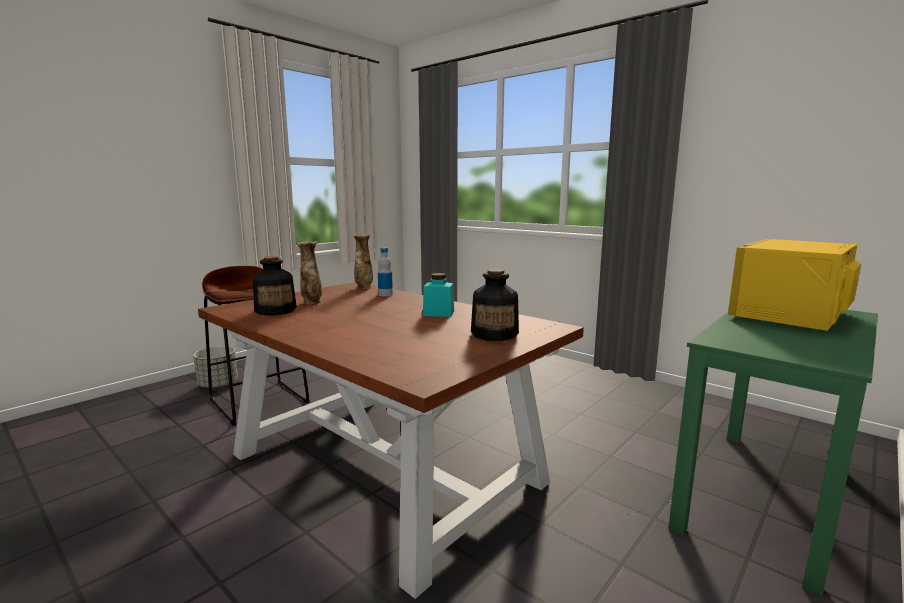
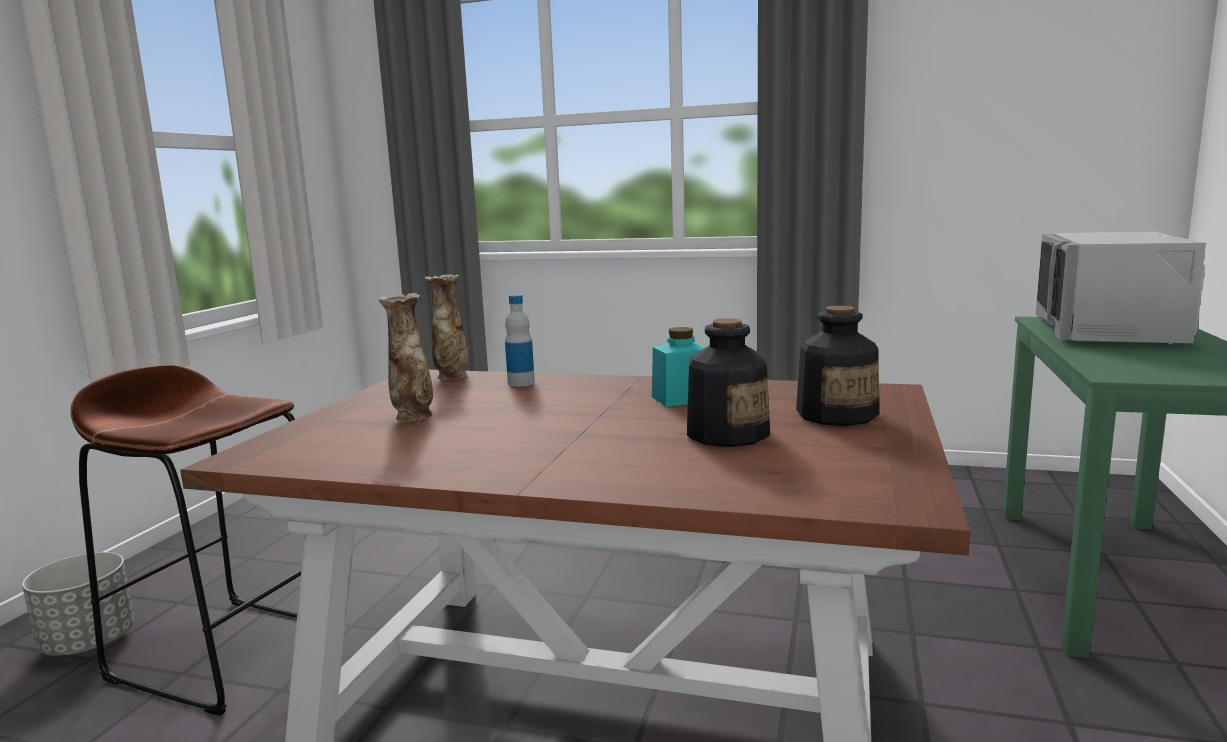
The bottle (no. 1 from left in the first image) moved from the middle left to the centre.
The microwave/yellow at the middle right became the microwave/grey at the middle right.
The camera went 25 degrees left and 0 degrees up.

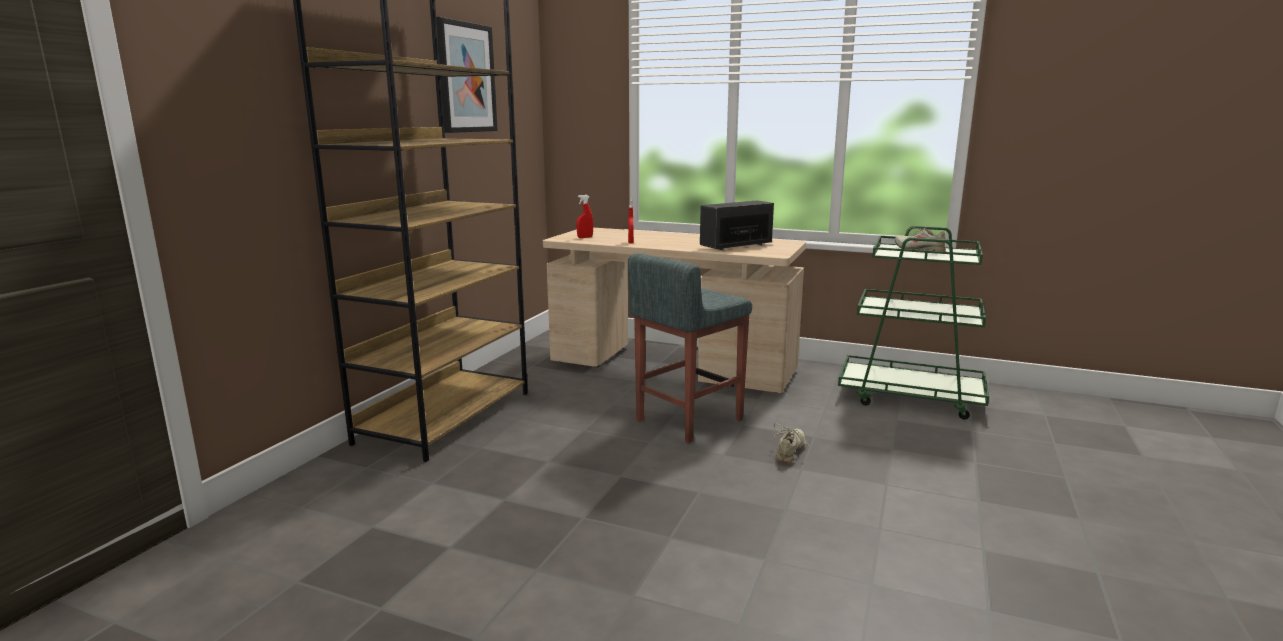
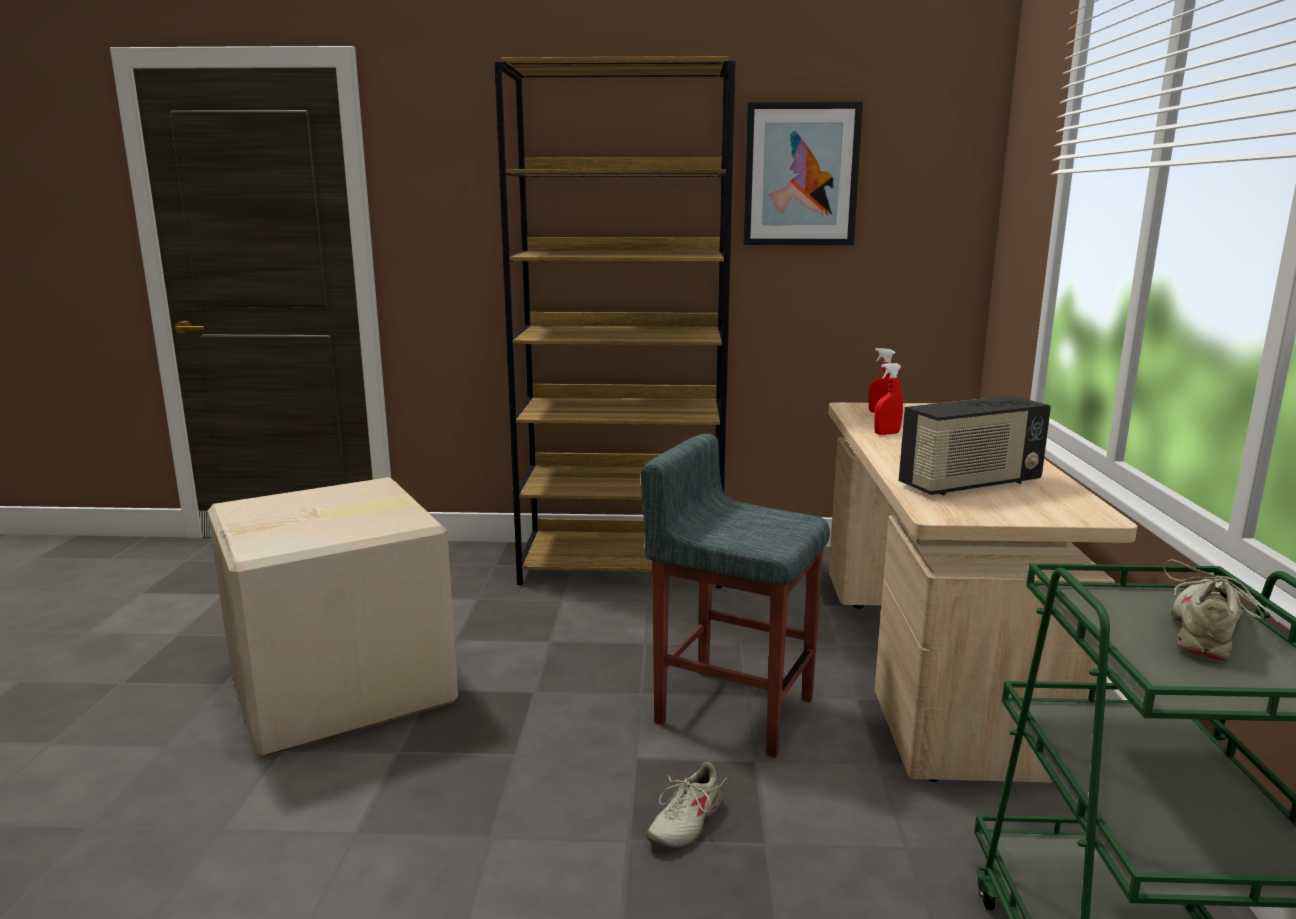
The radio at the centre turned 120 degrees clockwise.
The shoe/beige (no. 1 from left) at the bottom centre turned 120 degrees clockwise.
The cardboard box at the bottom left appeared.
The camera went 70 degrees right and 0 degrees up.

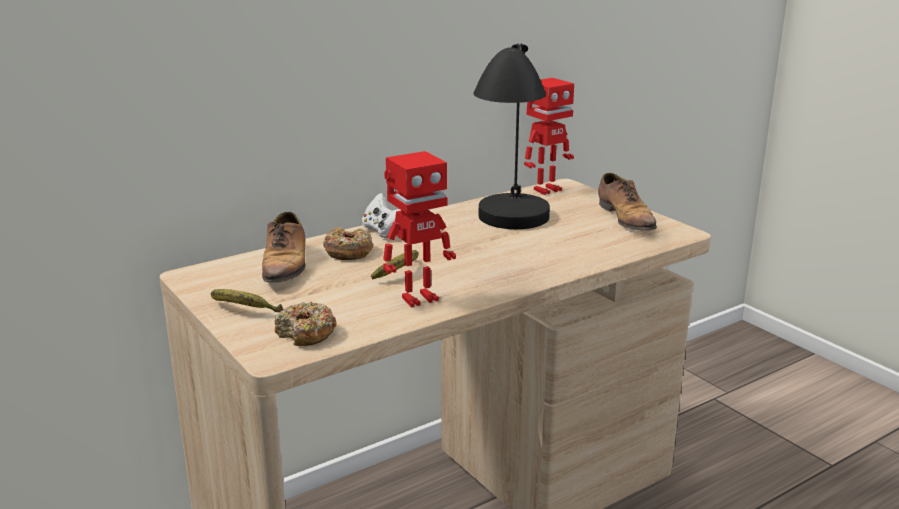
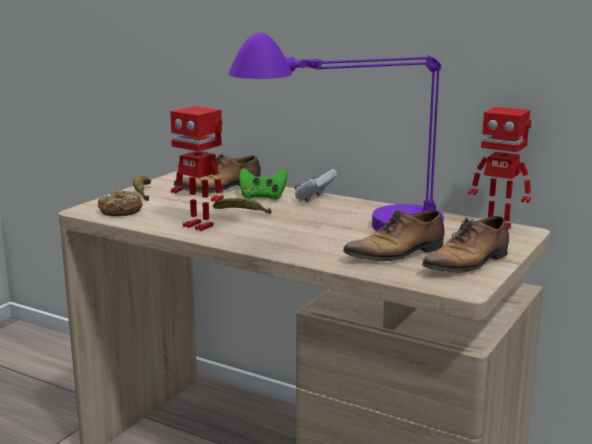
The donut (no. 2 from left) at the centre was replaced by the game controller/green at the centre.
The table lamp/black at the top centre became the table lamp/purple at the top centre.
The shoe (no. 2 from left) at the centre appeared.
The camera went 65 degrees right and 5 degrees down.

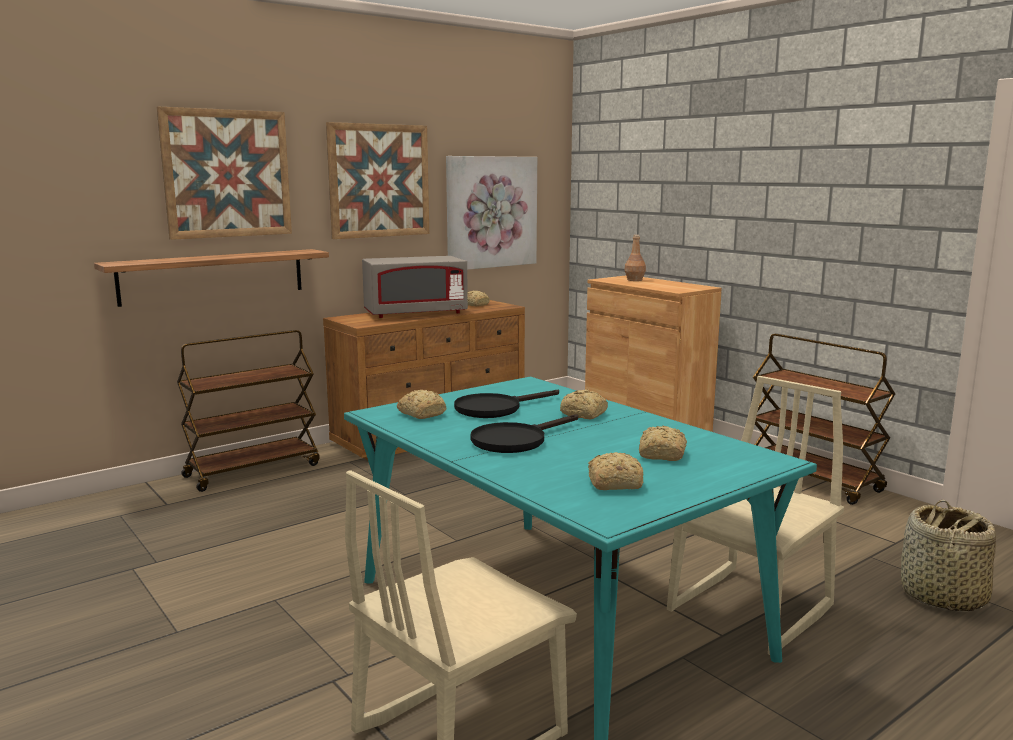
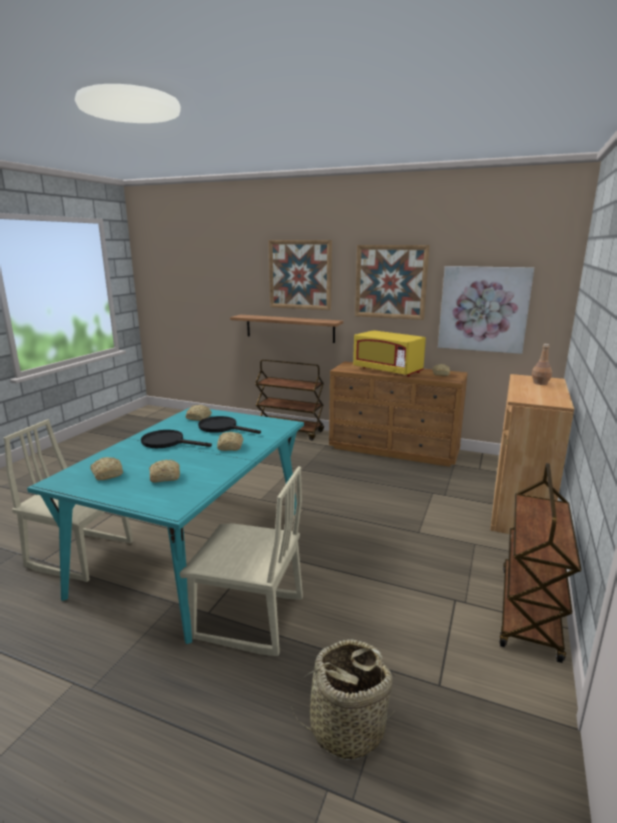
The microwave/grey at the centre became the microwave/yellow at the centre.
The camera went 60 degrees right and 5 degrees up.

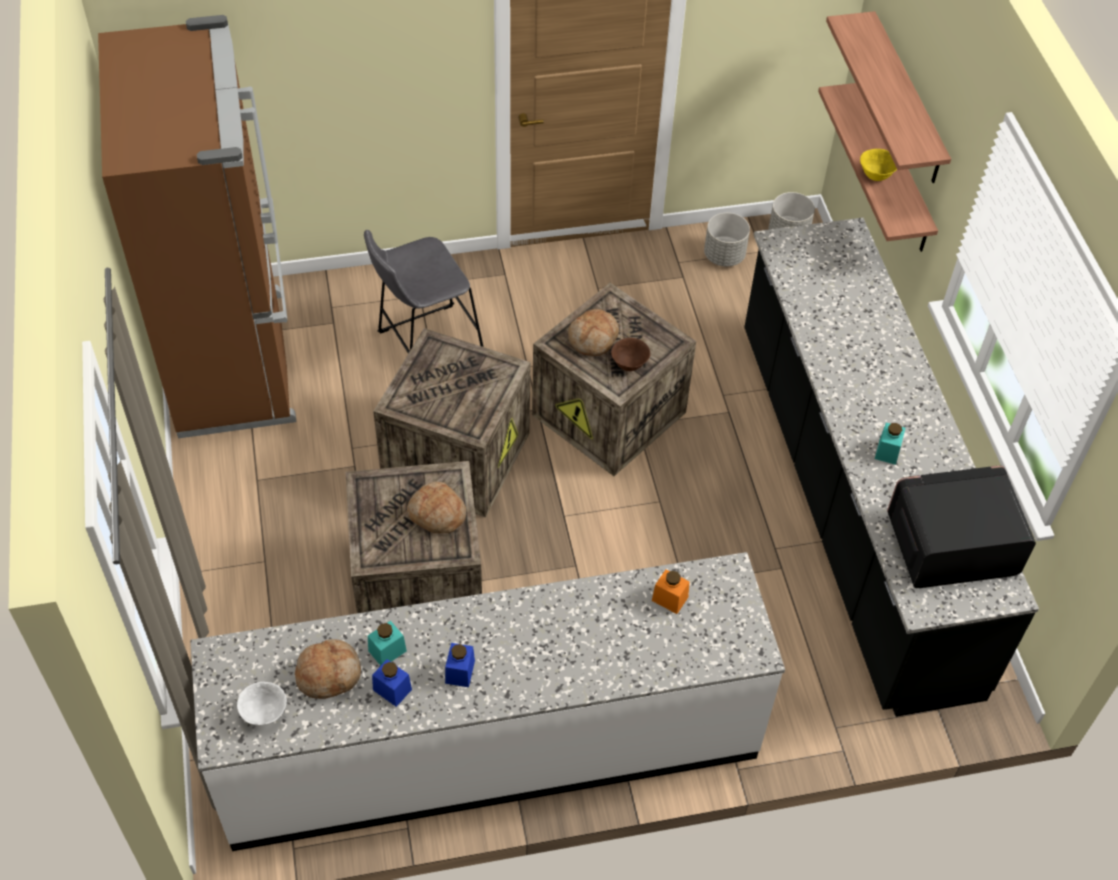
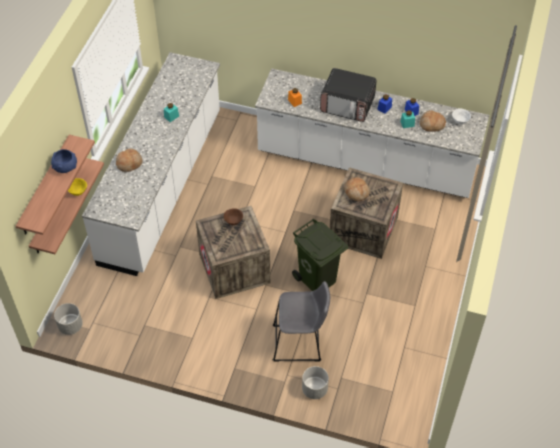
The fridge/brown at the top left disappeared.
The crate (no. 2 from left) at the centre was replaced by the trash can/green at the centre.
The bread (no. 3 from left in the first image) moved from the centre to the middle left.
The planter/grey (no. 1 from left in the first image) moved from the top centre to the bottom centre.
The counter/black at the middle right became the counter/white (no. 1 from left) at the middle left.
The microwave moved from the middle right to the top centre.
The bowl/blue at the middle left appeared.
The camera went 150 degrees left and 0 degrees up.

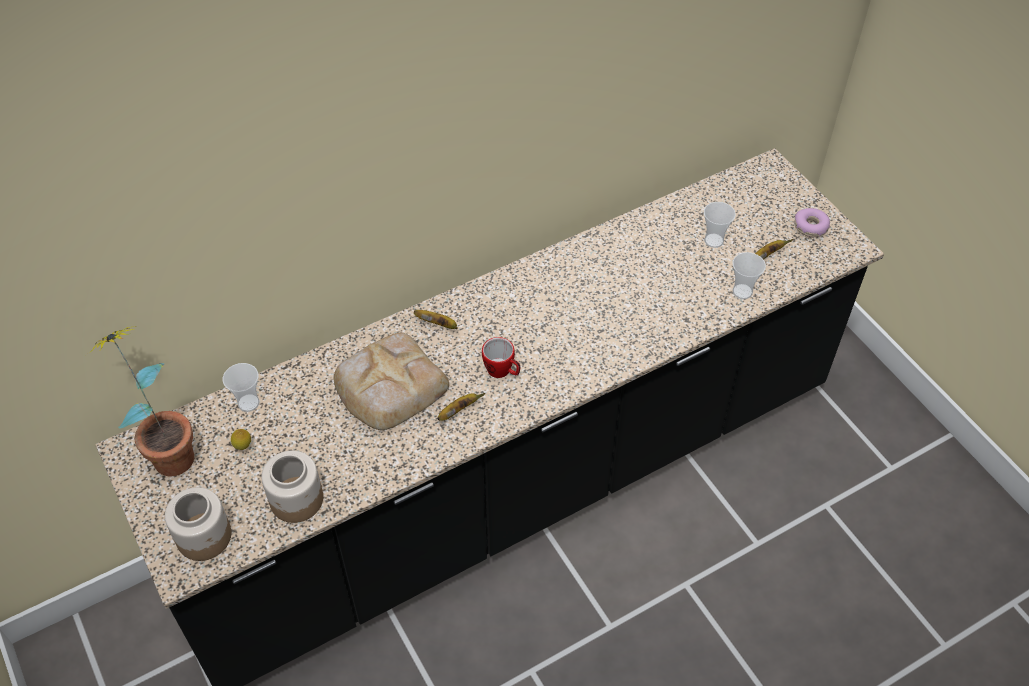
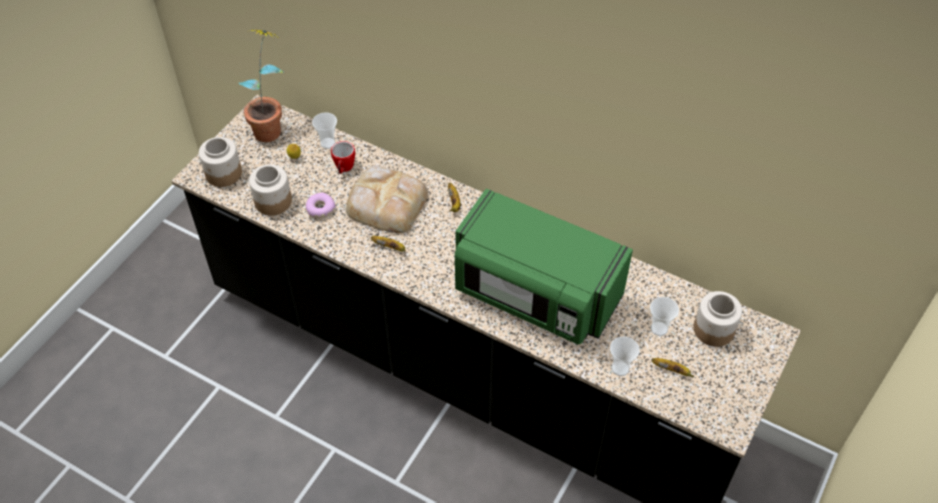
The mug moved from the centre to the top centre.
The donut moved from the top right to the centre.
The microwave/green at the centre appeared.
The jar (no. 3 from left) at the middle right appeared.
The camera went 60 degrees right and 0 degrees up.

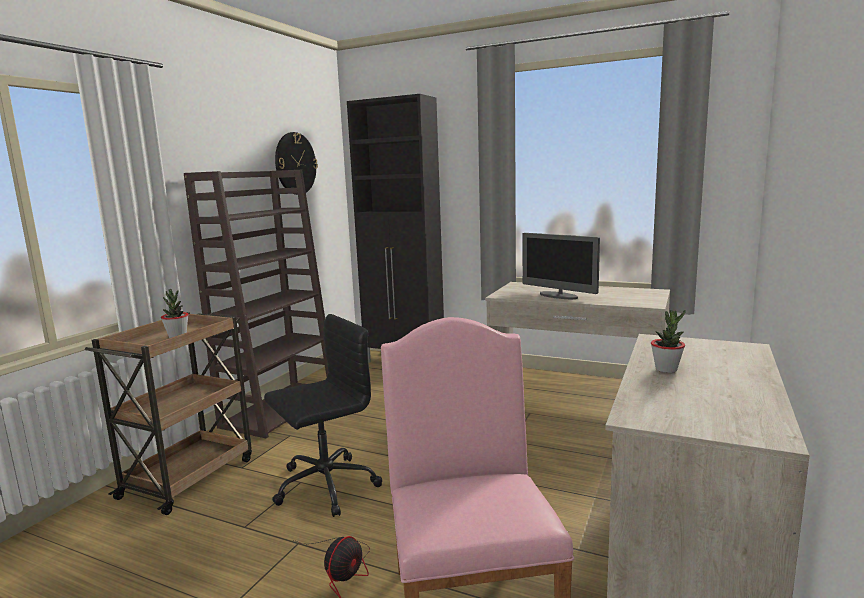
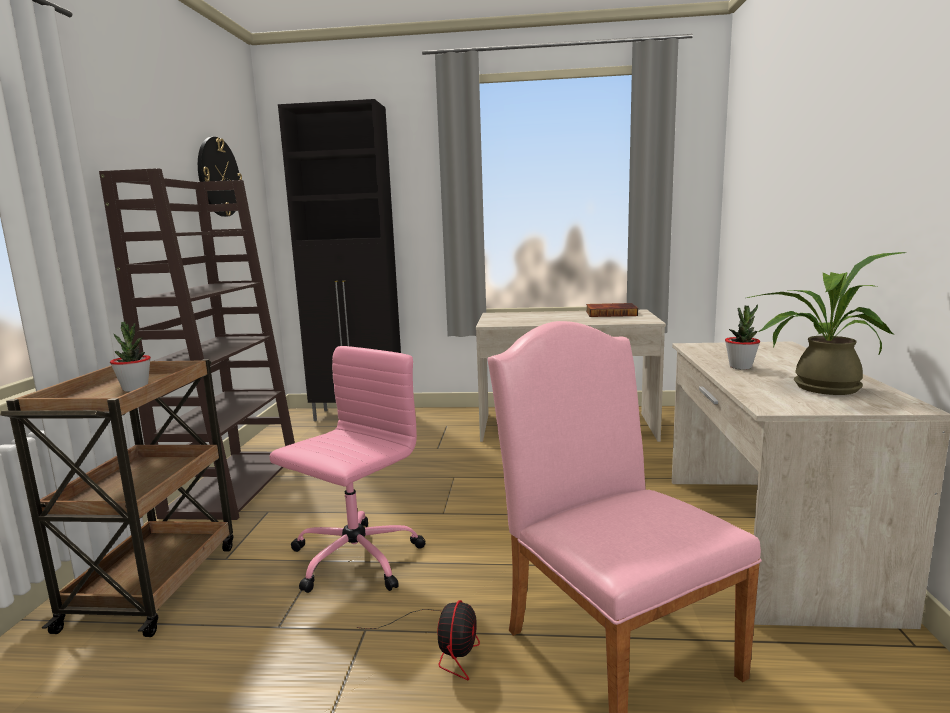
The office chair/black at the bottom centre became the office chair/pink at the centre.
The monitor at the centre disappeared.
The book at the centre appeared.
The potted plant (no. 3 from left) at the middle right appeared.
The camera went 20 degrees left and 0 degrees up.

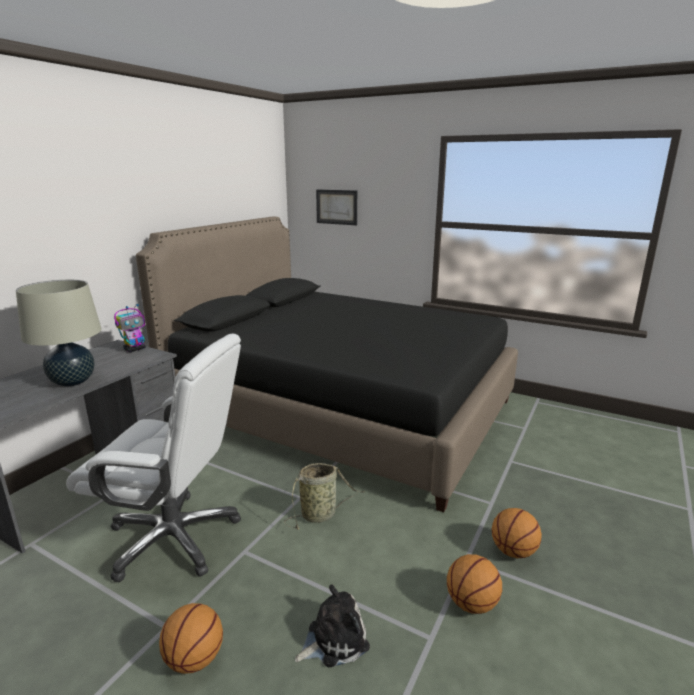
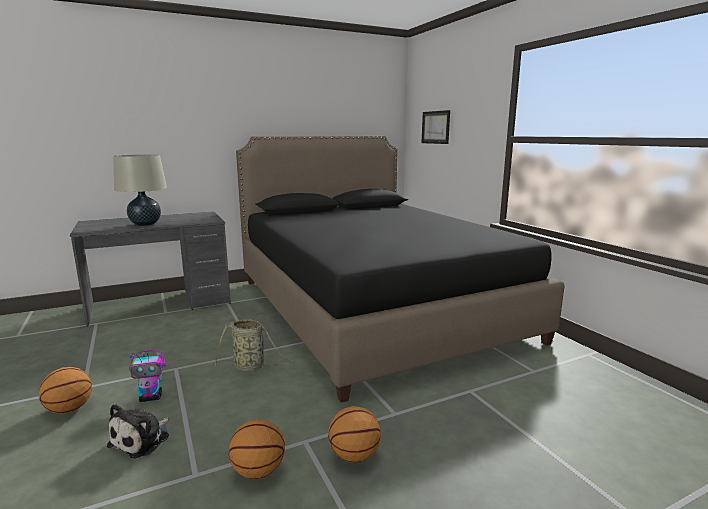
The office chair/white at the middle left disappeared.
The toy robot moved from the middle left to the bottom left.
The plush toy at the bottom centre turned 105 degrees clockwise.
The camera went 35 degrees right and 5 degrees down.

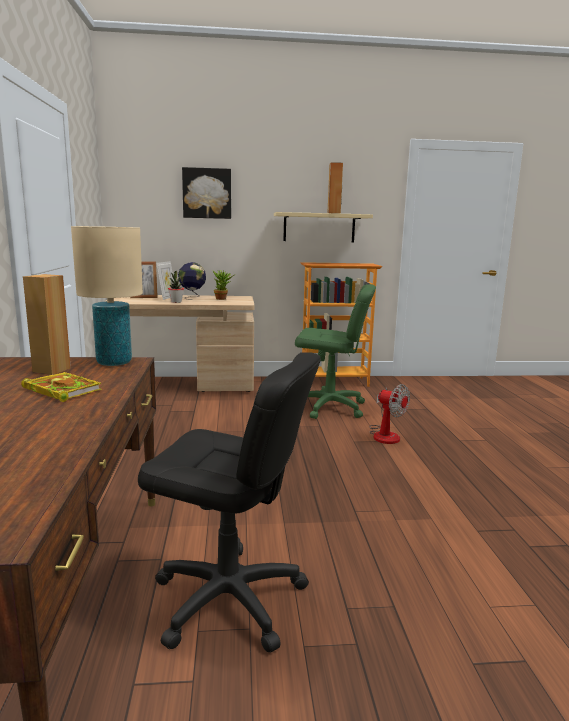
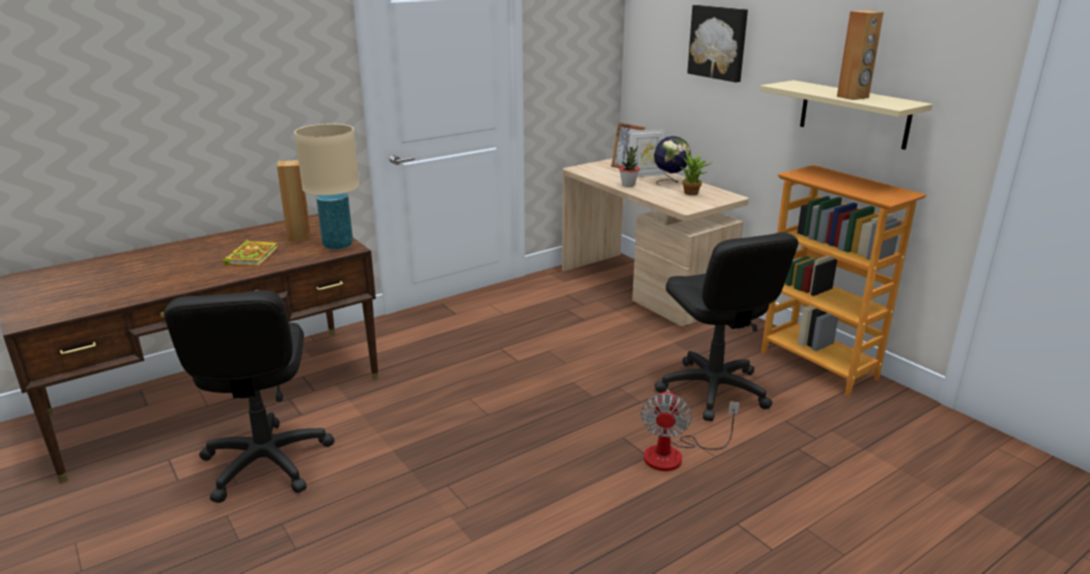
The office chair/green at the centre became the office chair/black (no. 2 from left) at the centre.
The camera went 60 degrees right and 10 degrees up.

